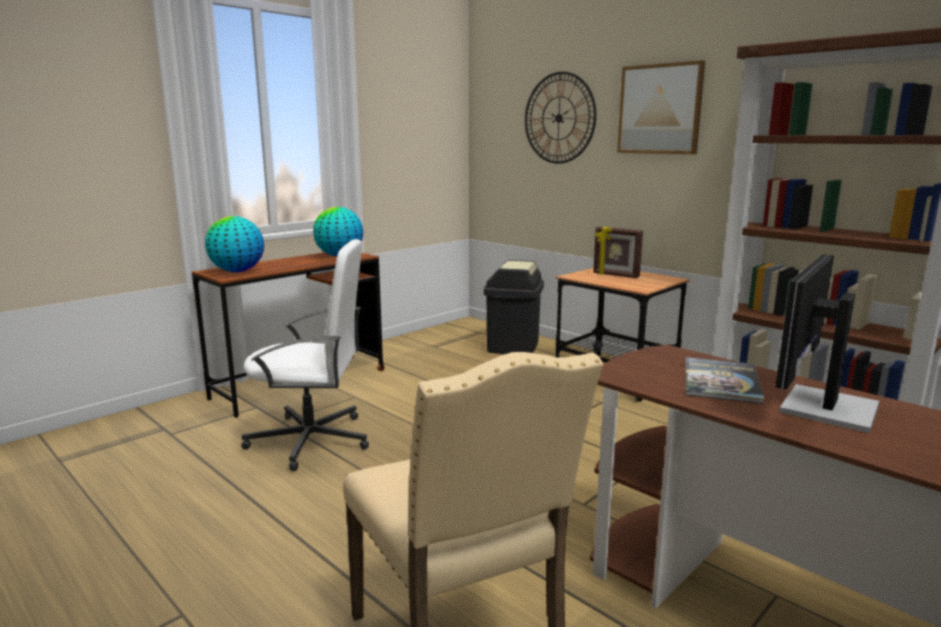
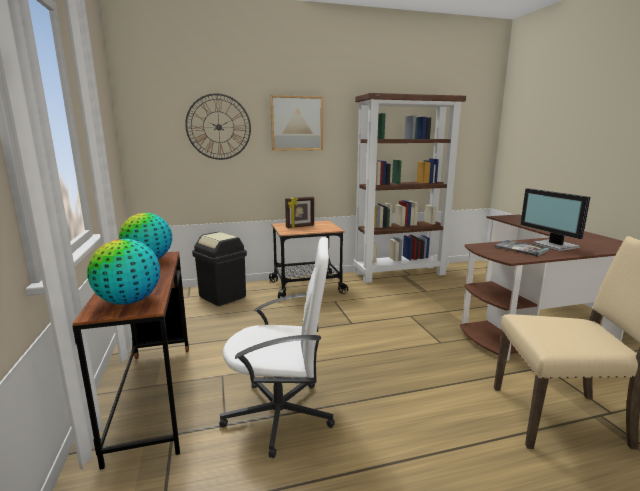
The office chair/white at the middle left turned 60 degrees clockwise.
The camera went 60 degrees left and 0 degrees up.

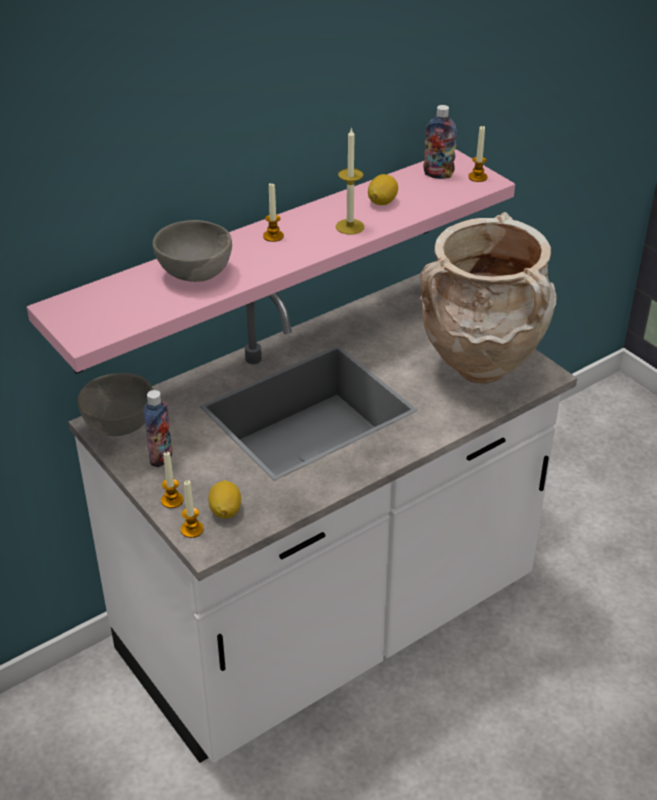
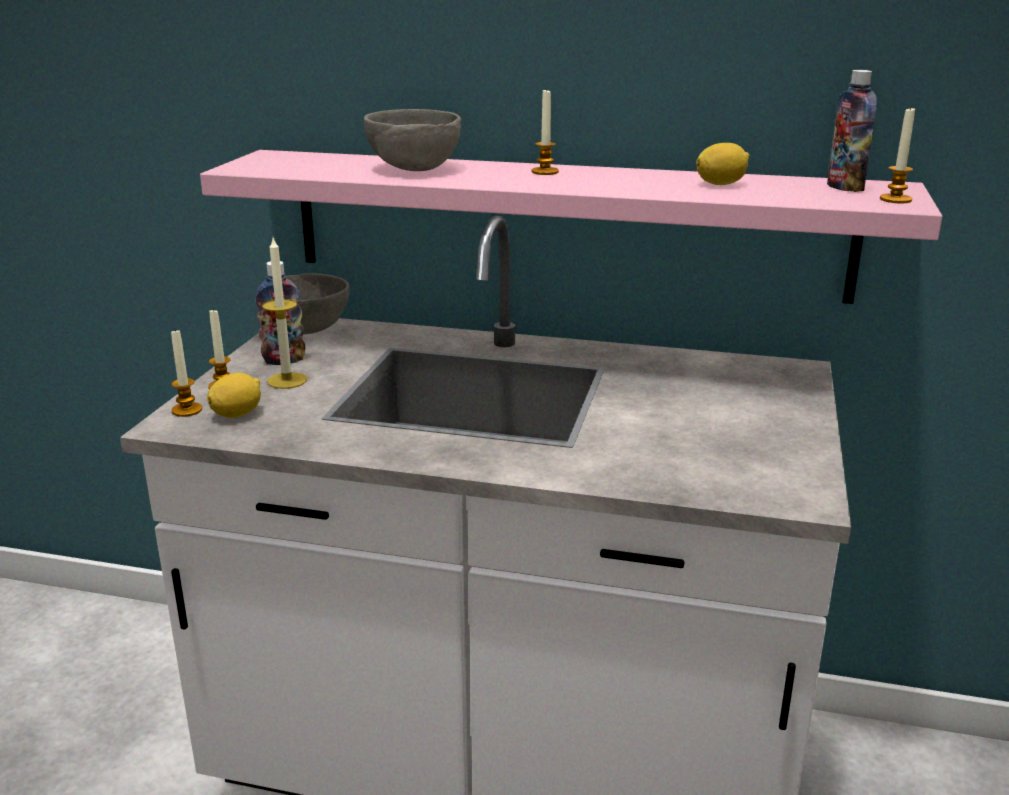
The candle (no. 4 from left in the first image) moved from the top centre to the middle left.
The vase/beige at the middle right disappeared.
The camera went 50 degrees right and 15 degrees down.

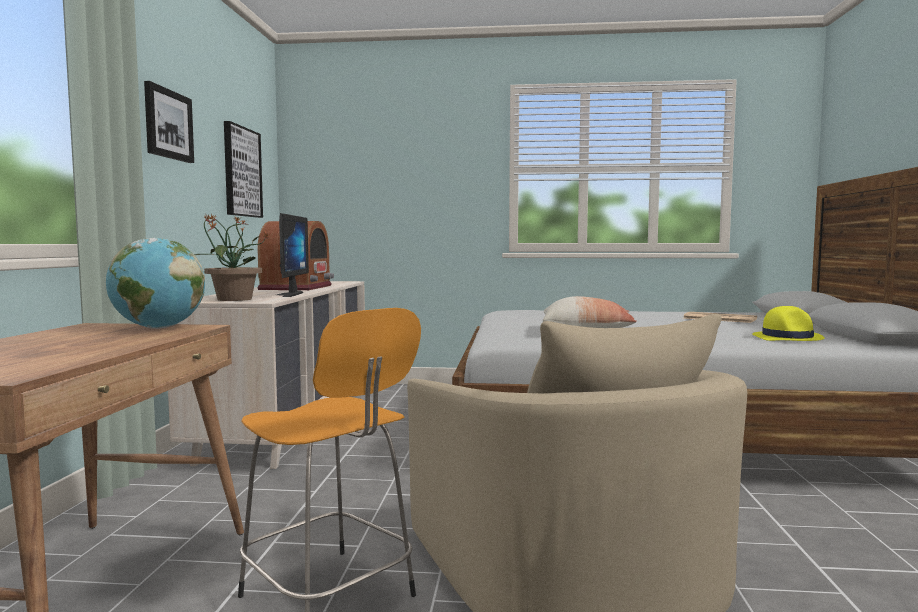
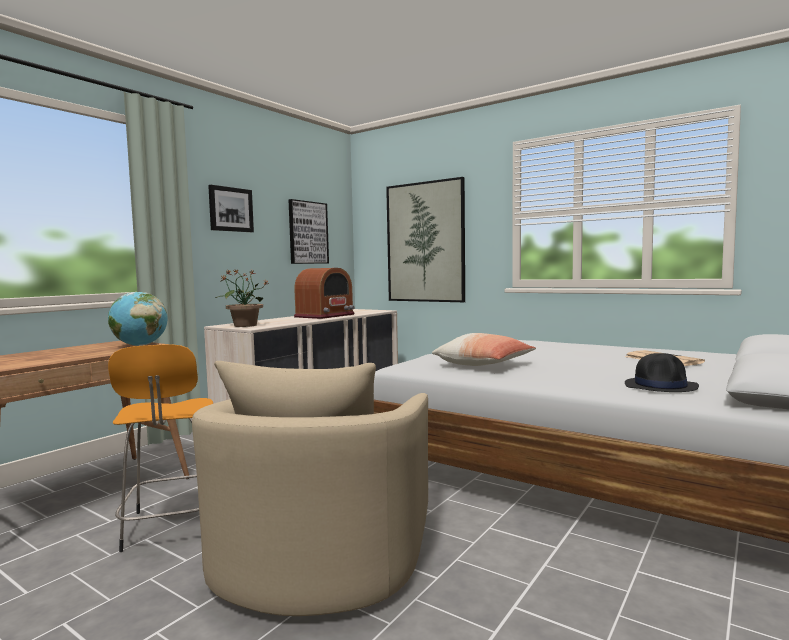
The monitor at the middle left disappeared.
The hat/yellow at the middle right became the hat/black at the middle right.
The picture (no. 3 from left) at the centre appeared.
The camera went 30 degrees right and 0 degrees up.

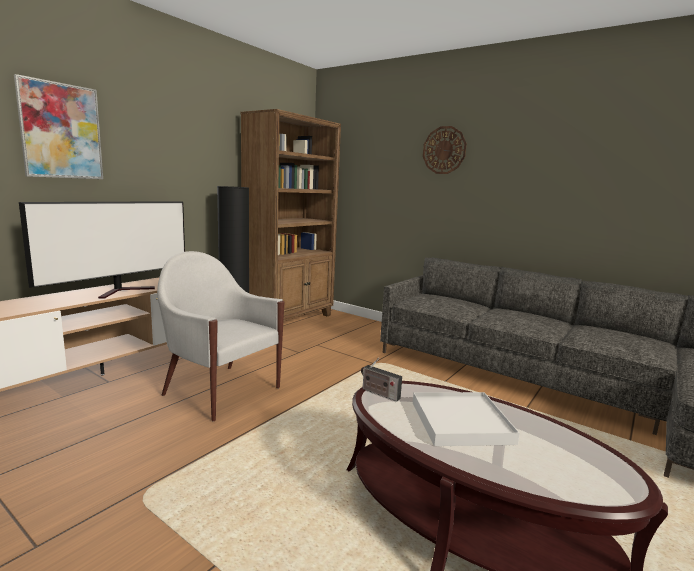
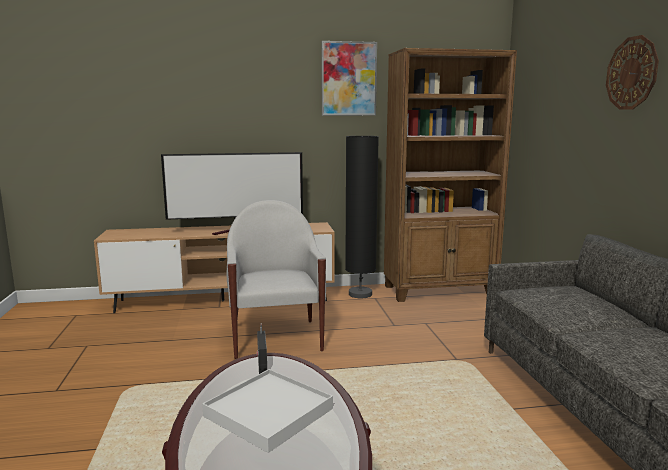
The picture moved from the top left to the top centre.
The camera went 45 degrees right and 0 degrees up.

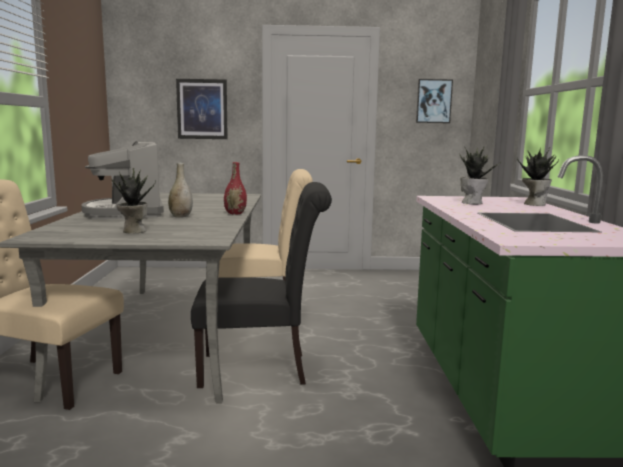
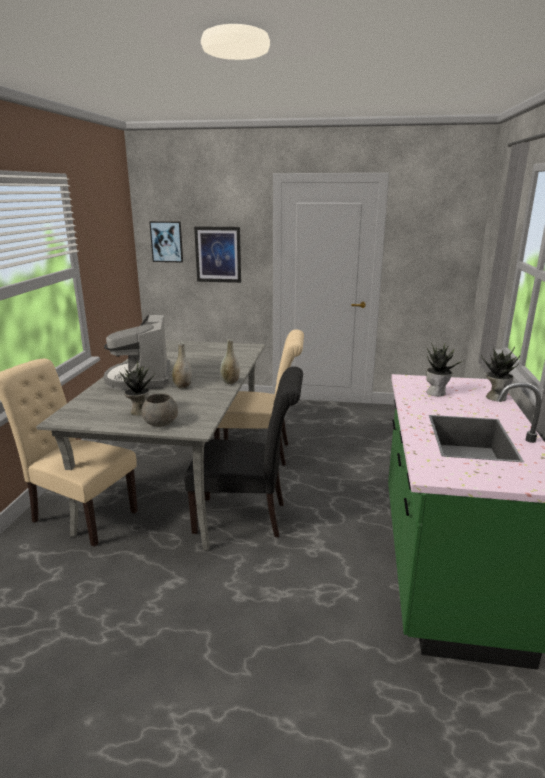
The vase/red at the centre became the vase/grey (no. 2 from left) at the centre.
The picture (no. 2 from left in the first image) moved from the top right to the top left.
The bowl/grey at the middle left appeared.
The camera went 10 degrees right and 10 degrees up.

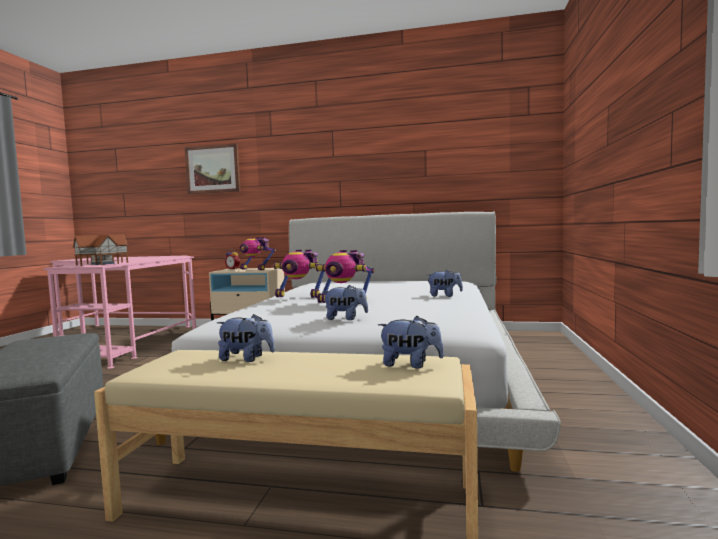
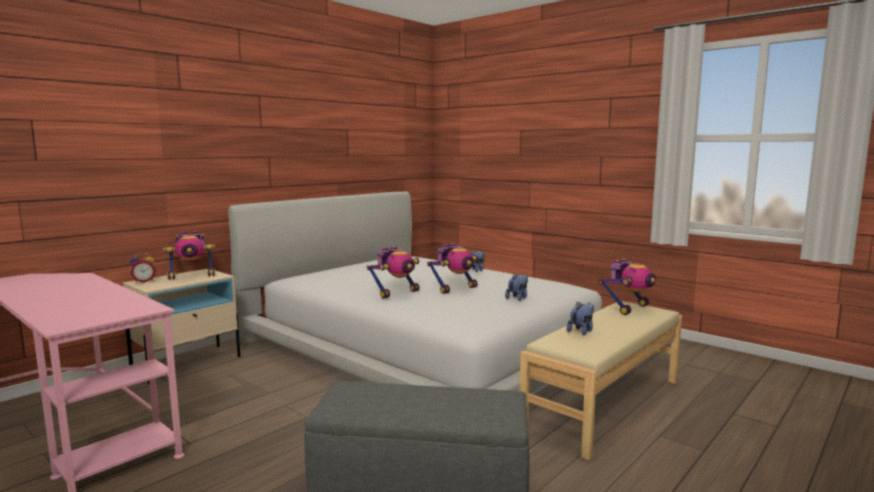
The toy house at the middle left disappeared.
The picture at the top left disappeared.
The plush toy (no. 3 from left) at the centre was replaced by the toy robot (no. 4 from left) at the middle right.
The camera went 60 degrees left and 5 degrees up.

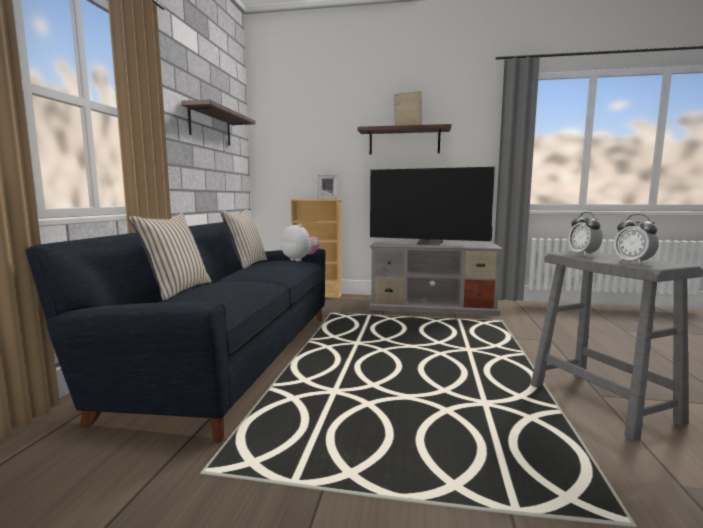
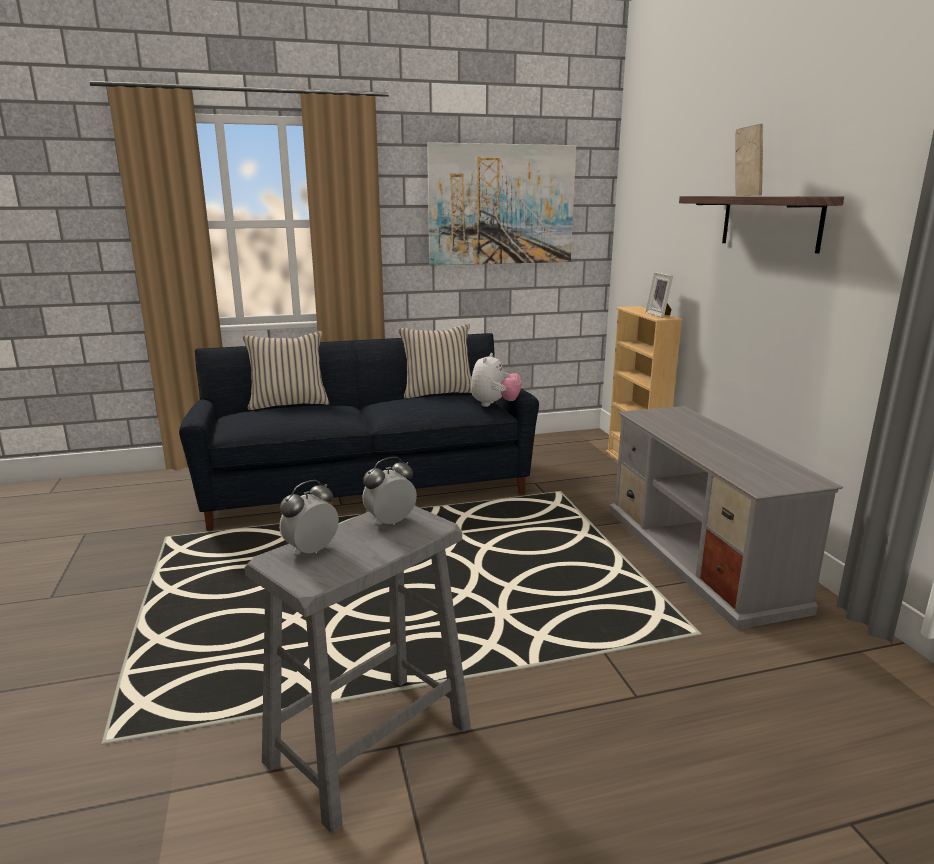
The shelf (no. 1 from left) at the top left was replaced by the picture at the top centre.
The television at the centre disappeared.
The camera went 65 degrees right and 10 degrees up.

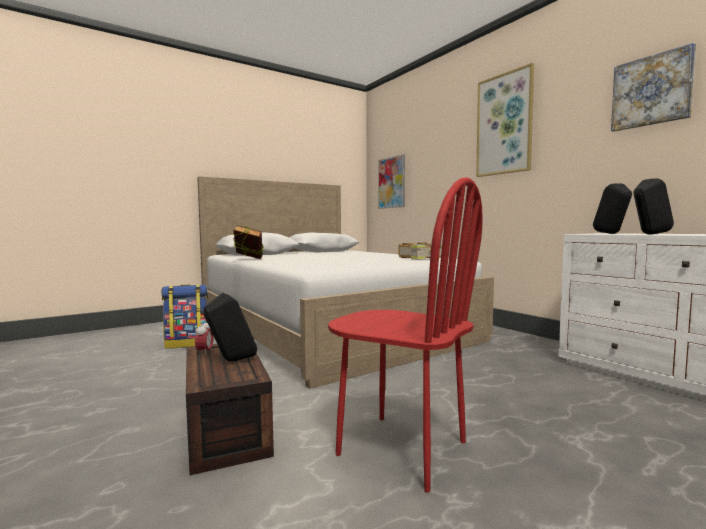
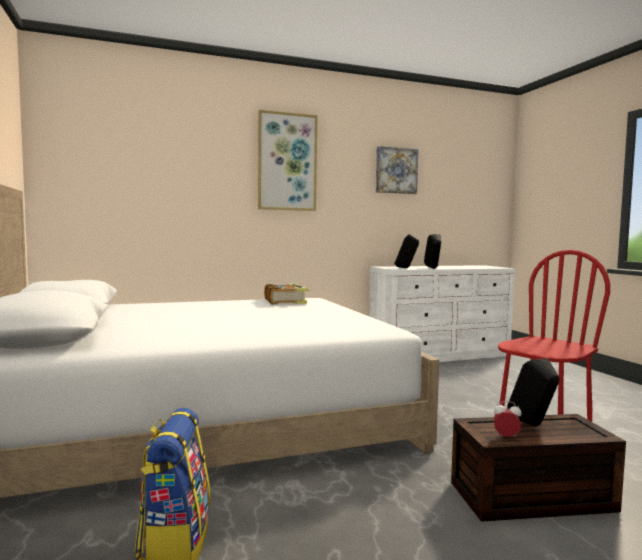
The book (no. 1 from left) at the centre disappeared.
The picture (no. 1 from left) at the centre disappeared.
The camera went 75 degrees left and 0 degrees up.

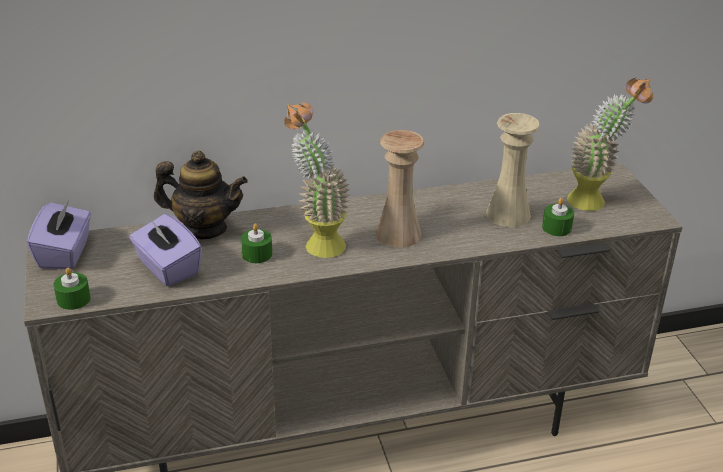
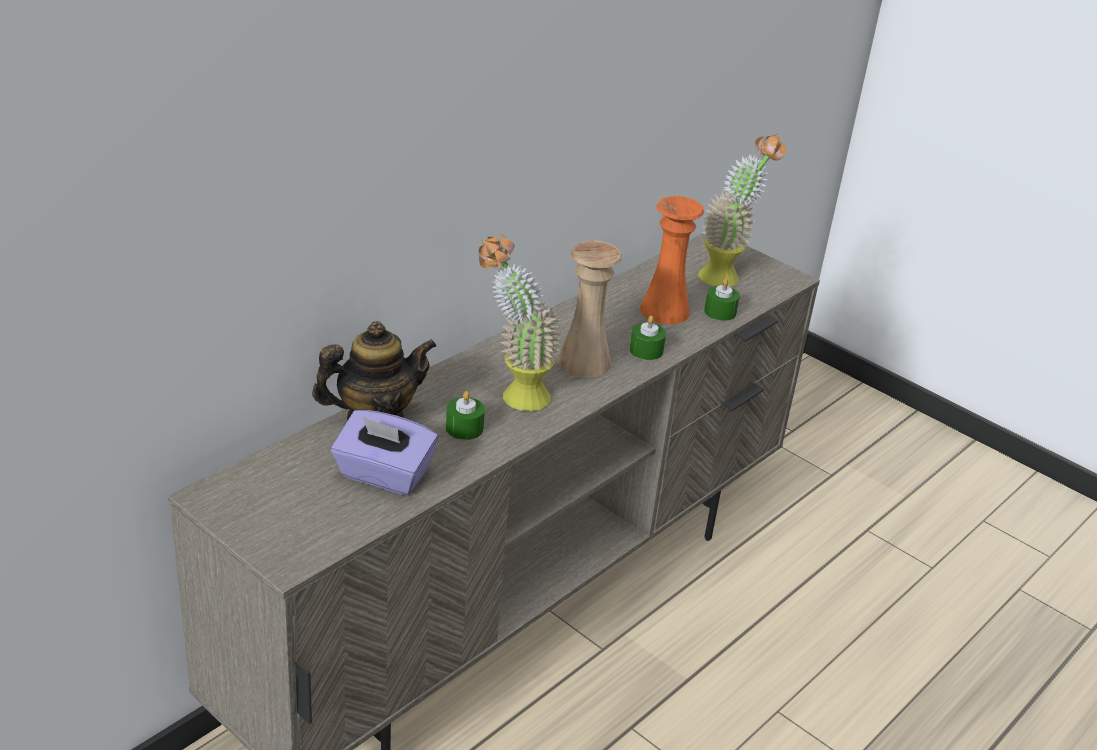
The tissue box/purple (no. 1 from left) at the middle left disappeared.
The candle/green (no. 1 from left in the first image) moved from the middle left to the centre.
The vase/beige (no. 2 from left) at the middle right became the vase/orange at the centre.
The camera went 35 degrees left and 0 degrees up.

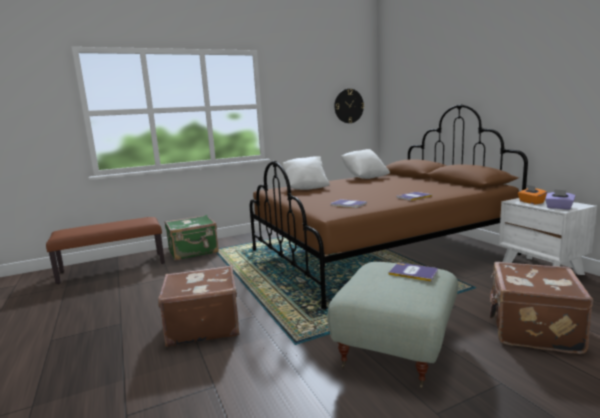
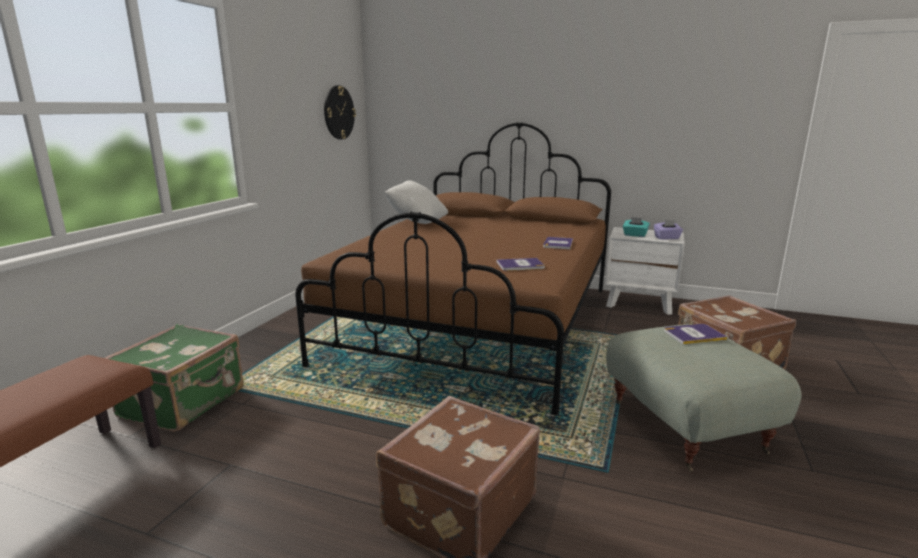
The pillow/white (no. 1 from left) at the centre disappeared.
The tissue box/orange at the middle right became the tissue box/turquoise at the middle right.
The camera went 45 degrees left and 5 degrees up.

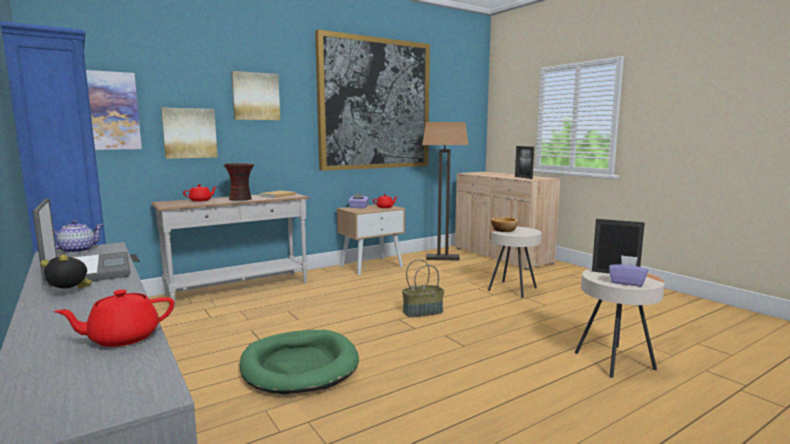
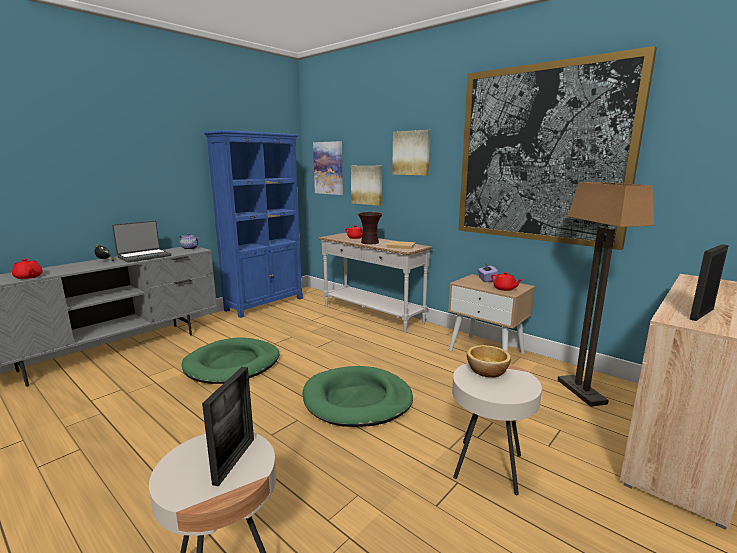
The basket at the centre was replaced by the dog bed/green (no. 2 from left) at the bottom centre.
The tissue box/purple (no. 2 from left) at the middle right disappeared.
The camera went 75 degrees right and 5 degrees up.

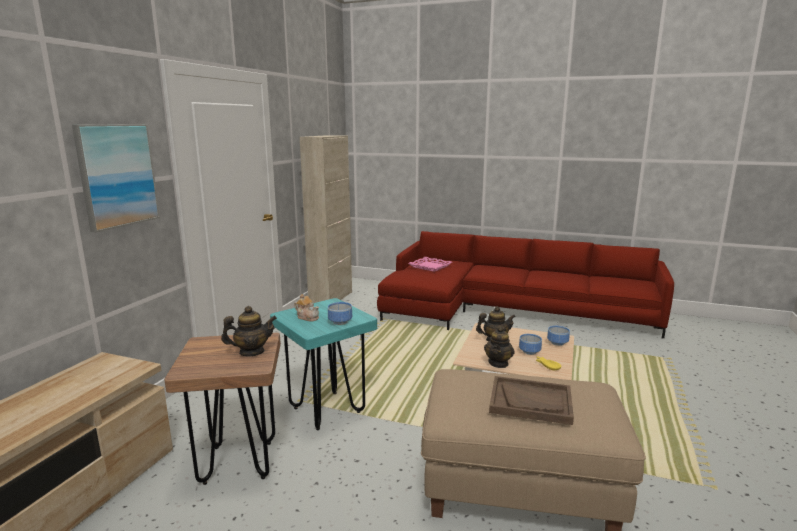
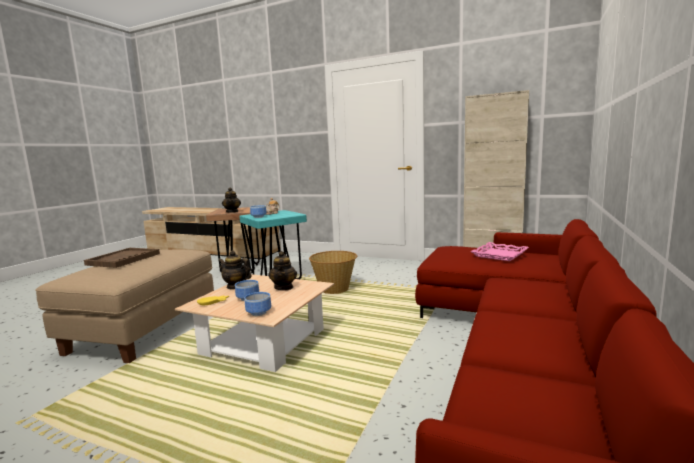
The picture at the middle left disappeared.
The basket at the centre appeared.
The camera went 95 degrees right and 5 degrees down.

